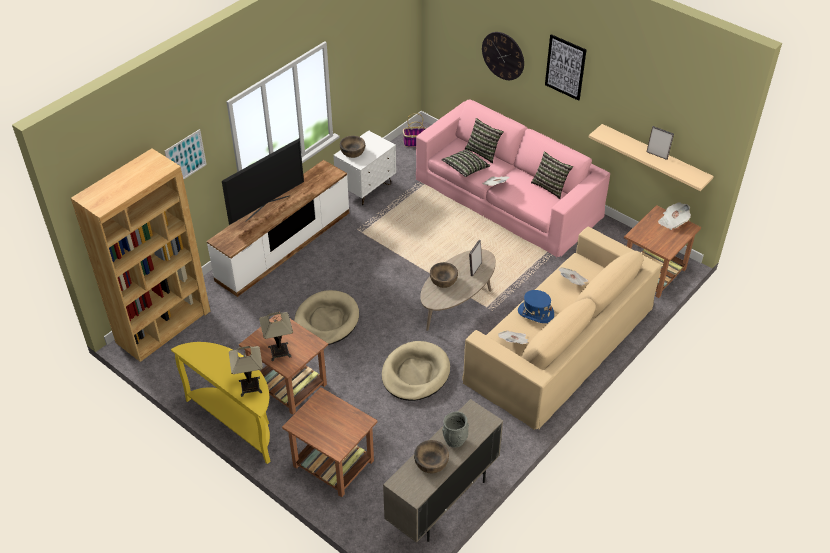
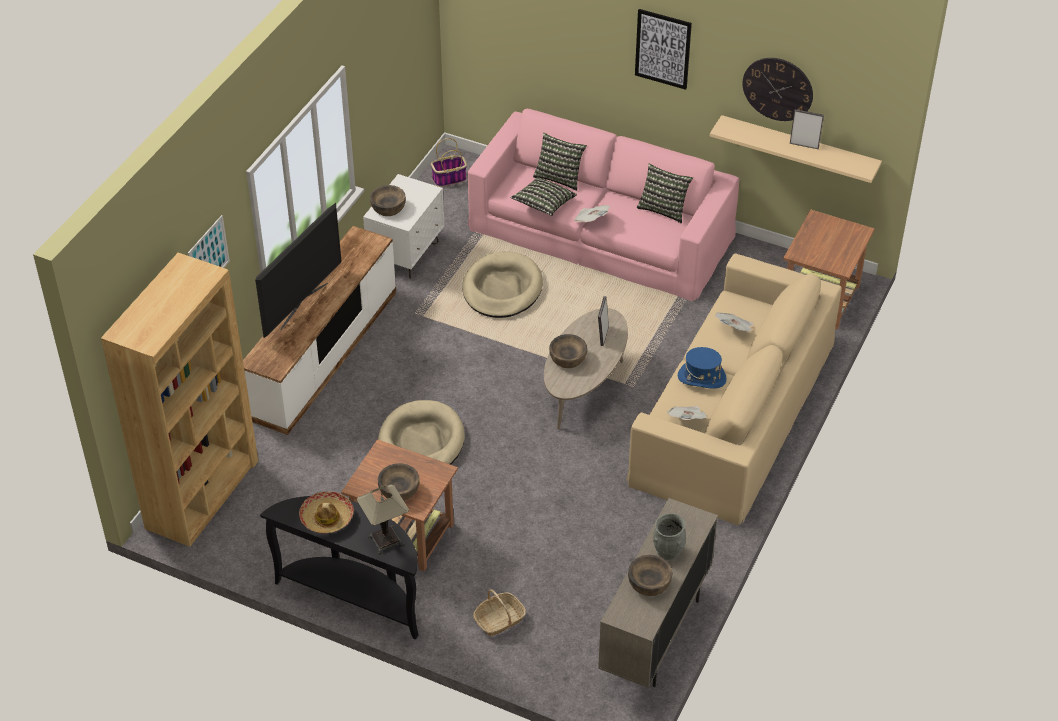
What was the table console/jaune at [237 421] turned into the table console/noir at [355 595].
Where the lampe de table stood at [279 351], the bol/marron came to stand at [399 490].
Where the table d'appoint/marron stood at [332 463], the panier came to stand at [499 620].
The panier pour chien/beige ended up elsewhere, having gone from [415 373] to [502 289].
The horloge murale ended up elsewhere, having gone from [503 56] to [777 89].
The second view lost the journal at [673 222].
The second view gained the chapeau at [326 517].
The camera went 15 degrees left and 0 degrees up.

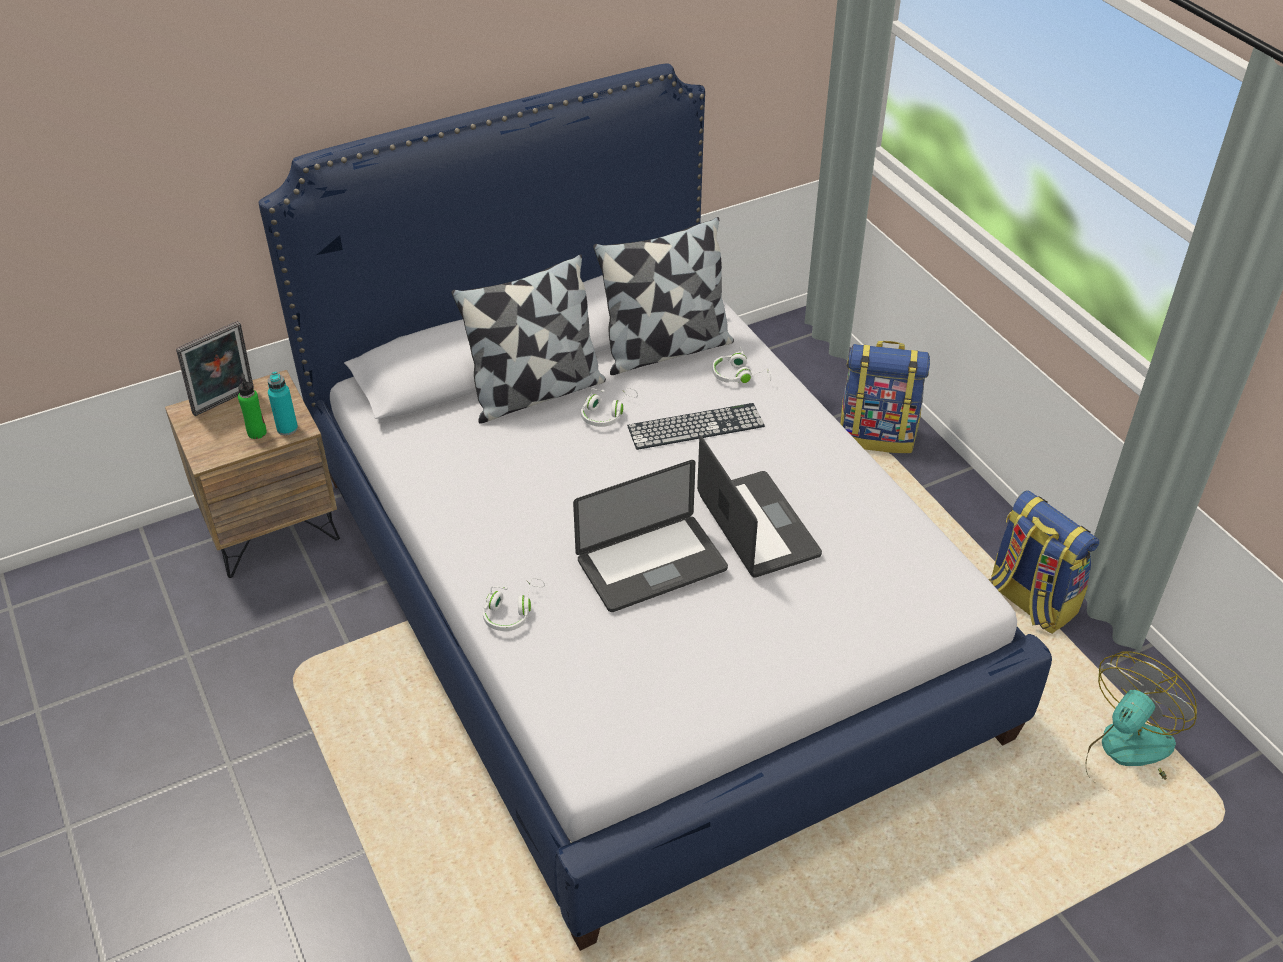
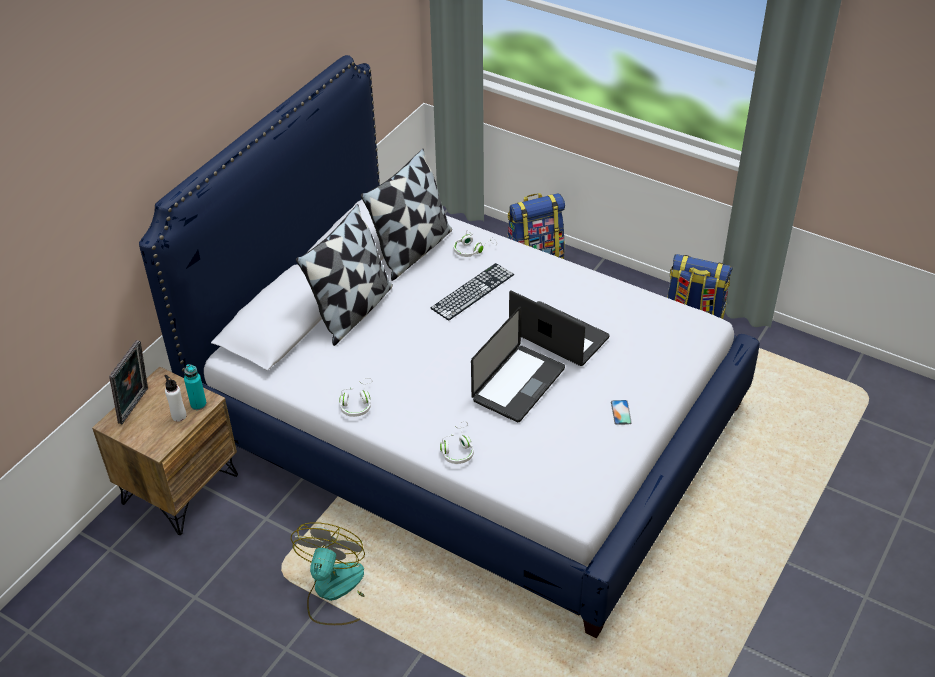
What was the bouteille/vert at [257 432] turned into the bouteille/blanc at [179 416].
The casque audio/blanc ended up elsewhere, having gone from [606 413] to [357 403].
The ventilateur ended up elsewhere, having gone from [1127 756] to [335 592].
The second view gained the téléphone at [621 412].
The camera went 30 degrees left and 0 degrees up.

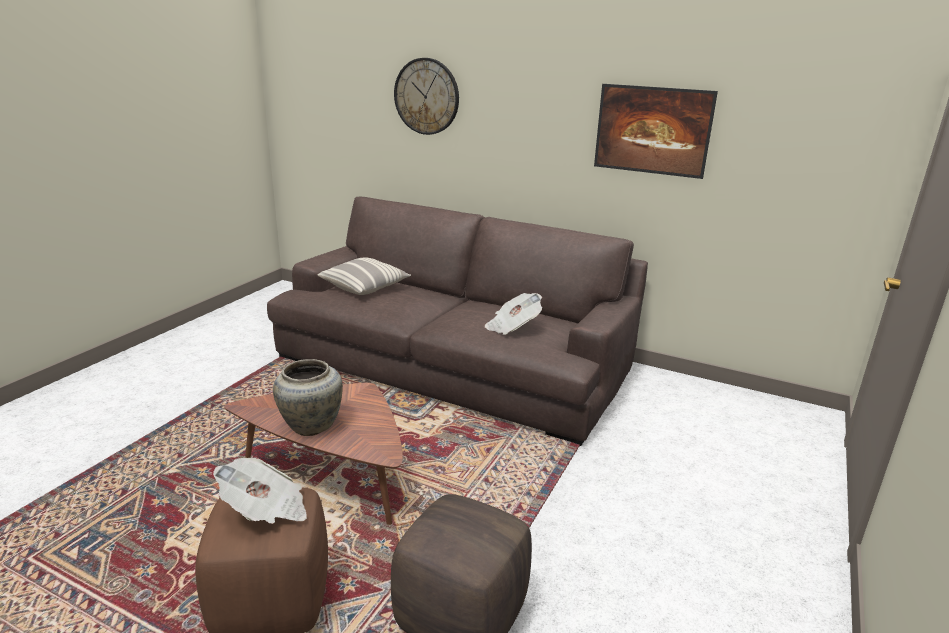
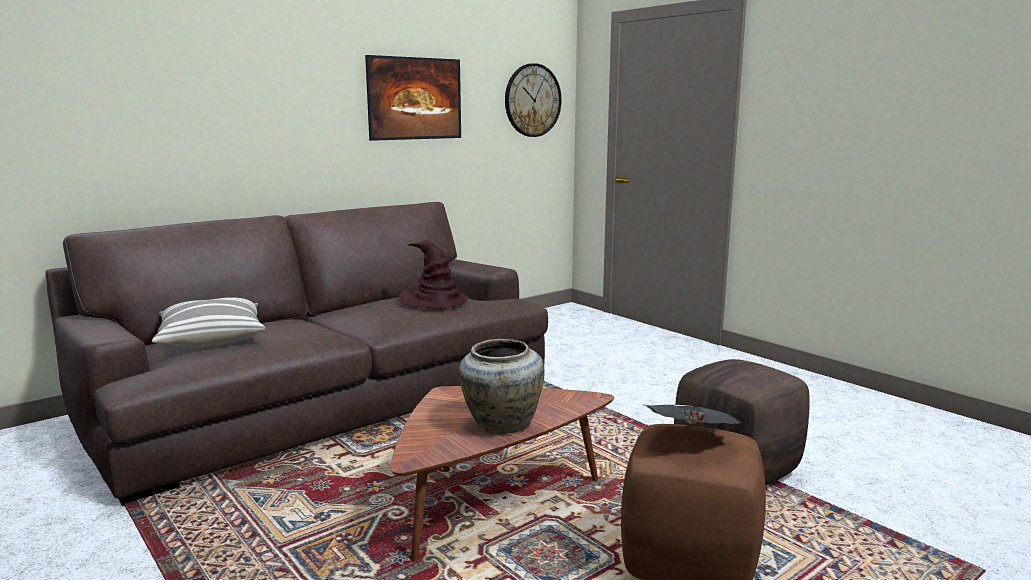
The horloge murale ended up elsewhere, having gone from [426 96] to [532 100].
Where the journal stood at [512 327], the chapeau/marron came to stand at [434 301].
The camera went 65 degrees left and 10 degrees down.

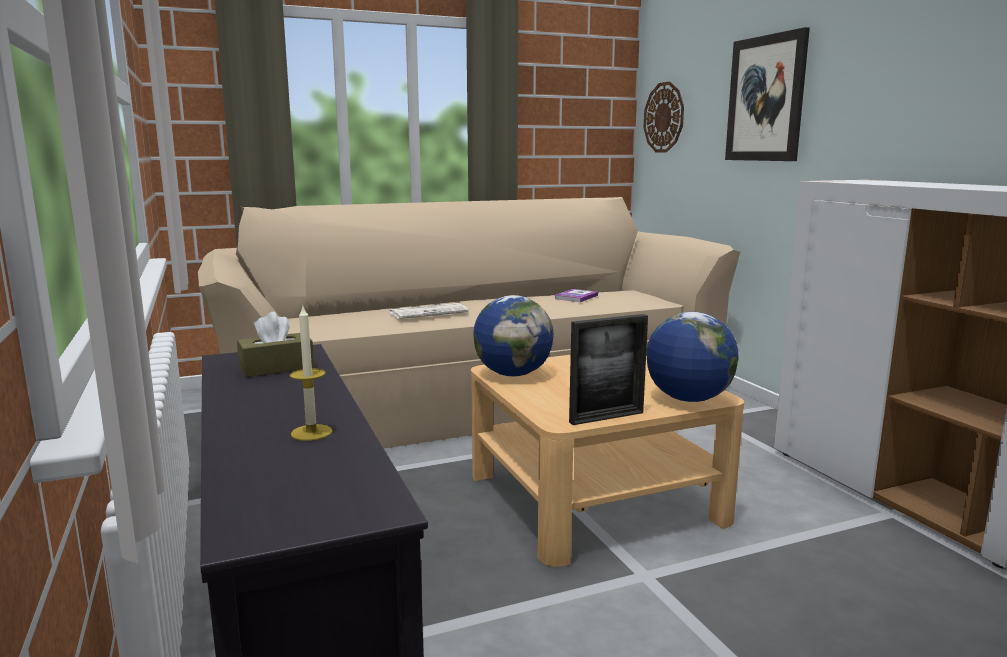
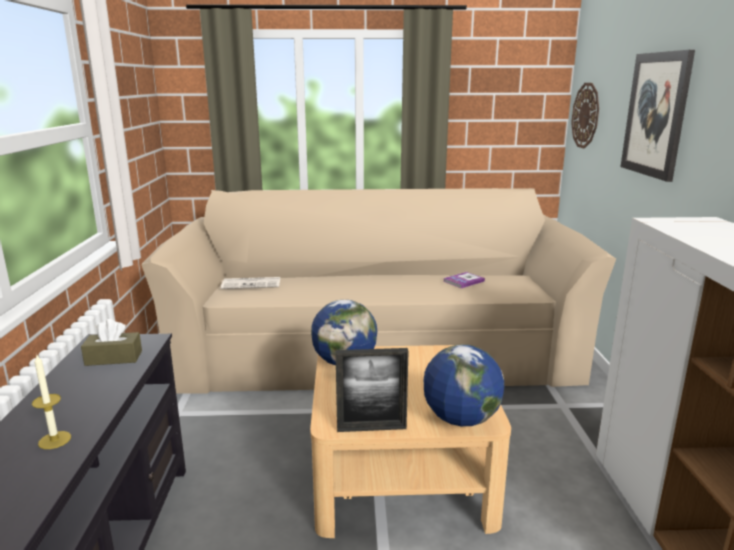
The journal ended up elsewhere, having gone from [429 312] to [252 284].
The camera went 20 degrees right and 5 degrees up.

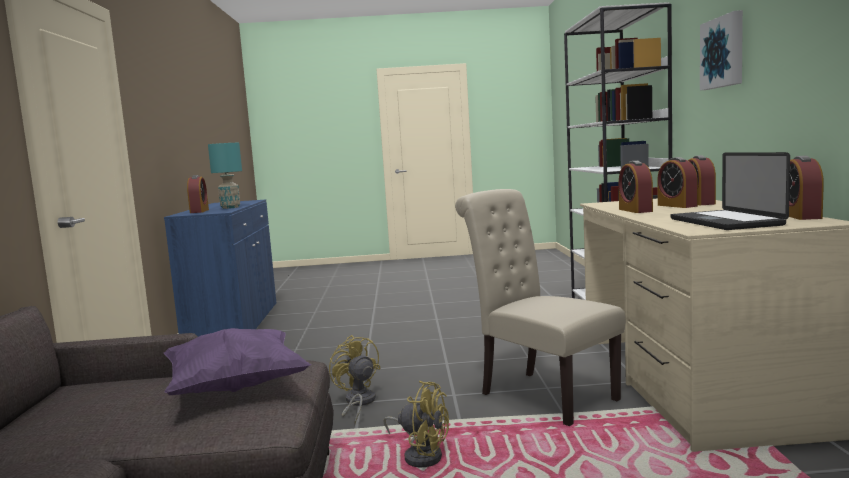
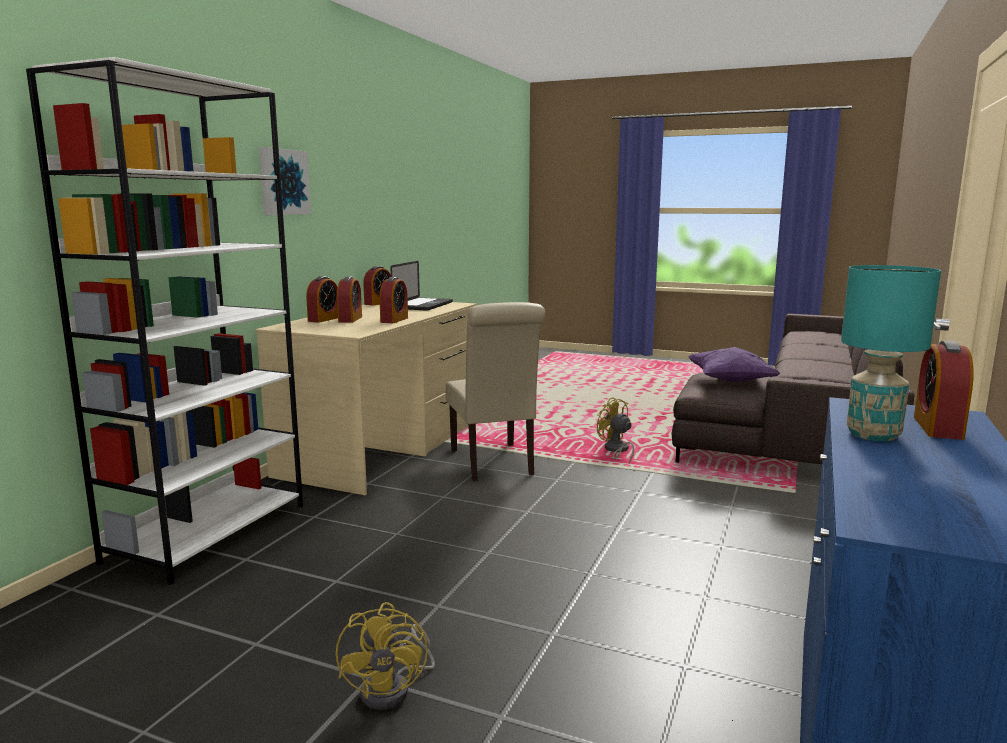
The ventilateur/jaune ended up elsewhere, having gone from [358 403] to [394 689].
The camera went 155 degrees left and 5 degrees up.

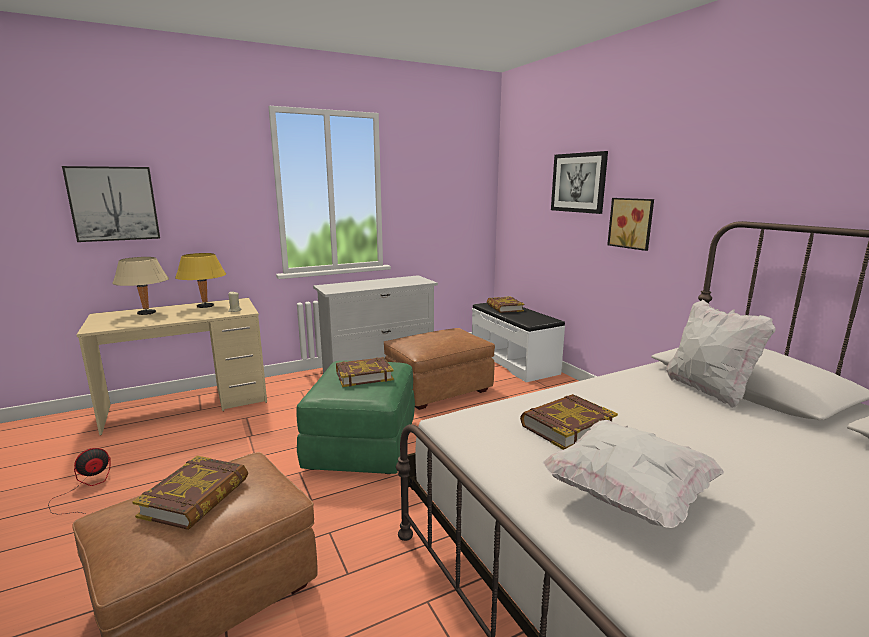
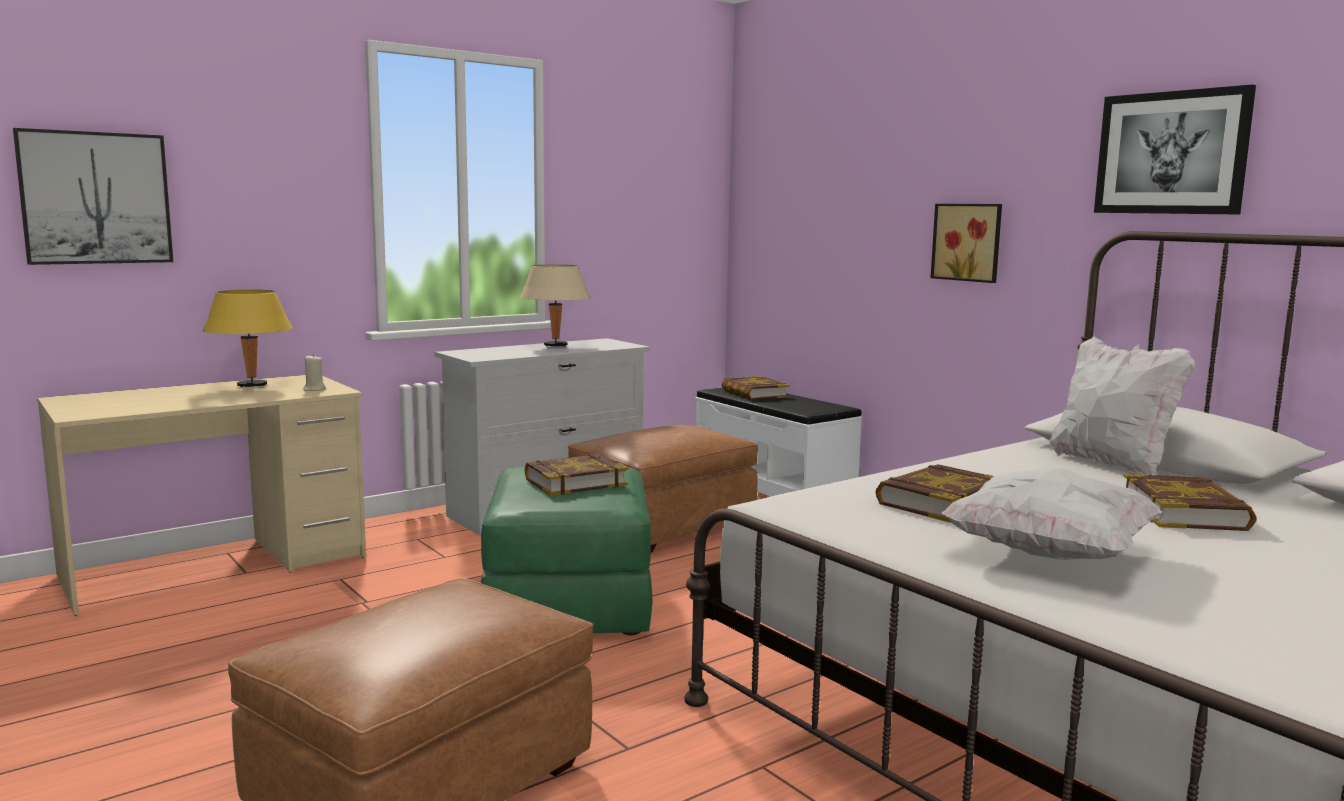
The second view lost the ventilateur at [86 489].
The lampe de table/beige ended up elsewhere, having gone from [146 313] to [555 345].
The livre ended up elsewhere, having gone from [196 497] to [1184 512].
The tableau ended up elsewhere, having gone from [578 182] to [1171 153].
The camera went 10 degrees left and 5 degrees down.

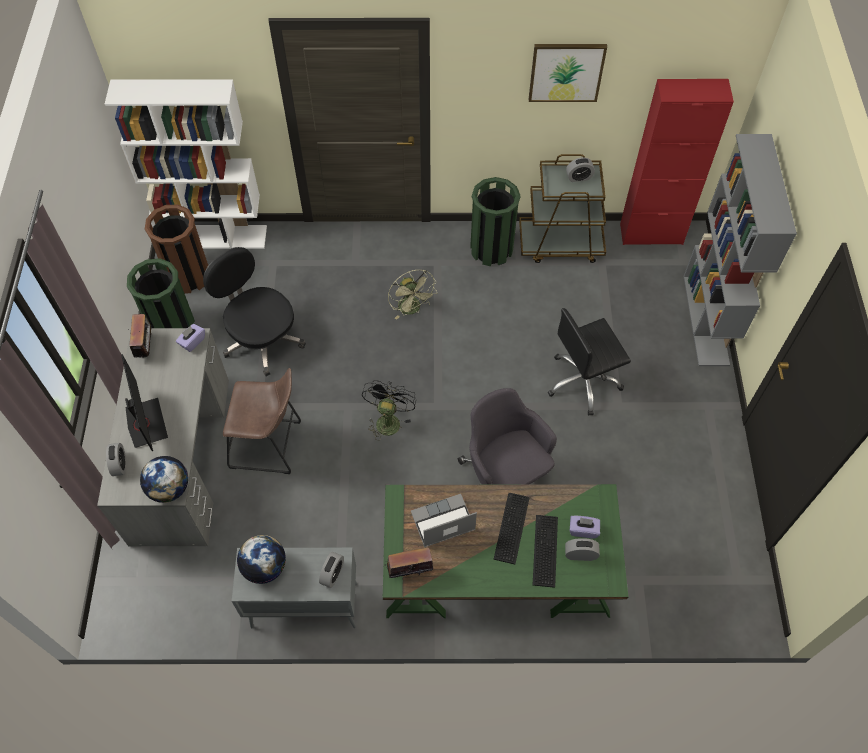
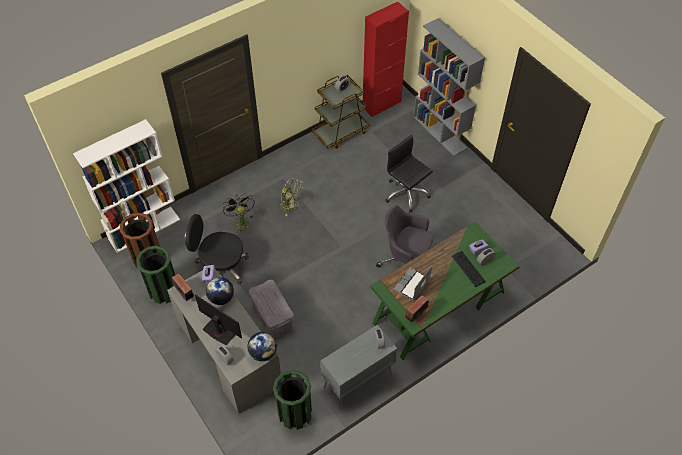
Where the tabouret/marron stood at [270 446], the boîte de rangement/gris came to stand at [273 317].
The globe ended up elsewhere, having gone from [265 567] to [221 298].
The ventilateur/noir ended up elsewhere, having gone from [388 419] to [241 221].
The poubelle/vert ended up elsewhere, having gone from [491 249] to [295 413].
The second view lost the clavier at [510 528].
The second view lost the tableau at [566 72].
The chaise de bureau/noir at [583 382] ended up facing another way, 105 degrees clockwise from before.
The camera went 35 degrees left and 5 degrees down.

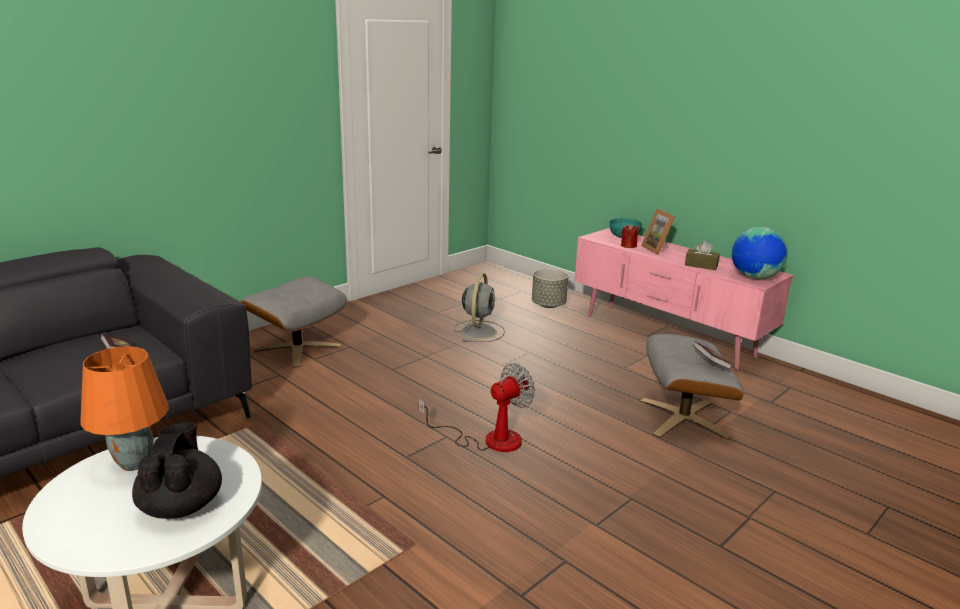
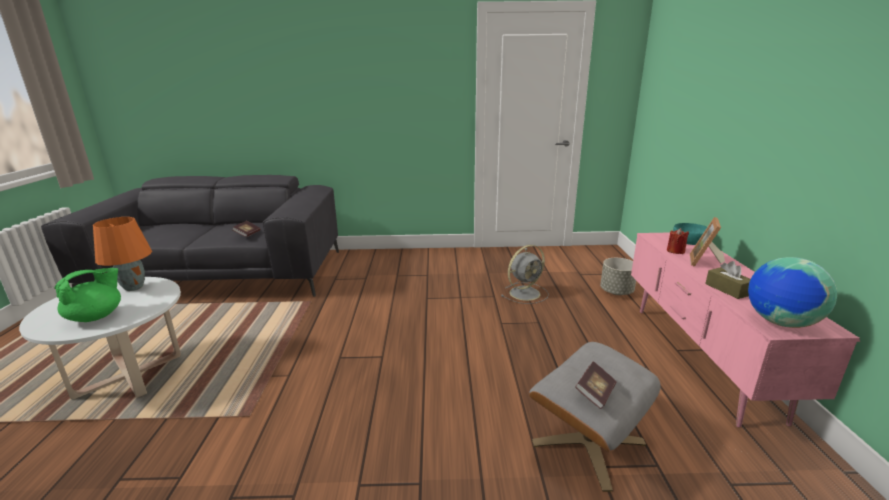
What was the théière/noir at [181 505] turned into the théière/vert at [97 316].
The second view lost the pouf/gris at [297 348].
The second view lost the ventilateur at [489 439].
The camera went 45 degrees right and 0 degrees up.

